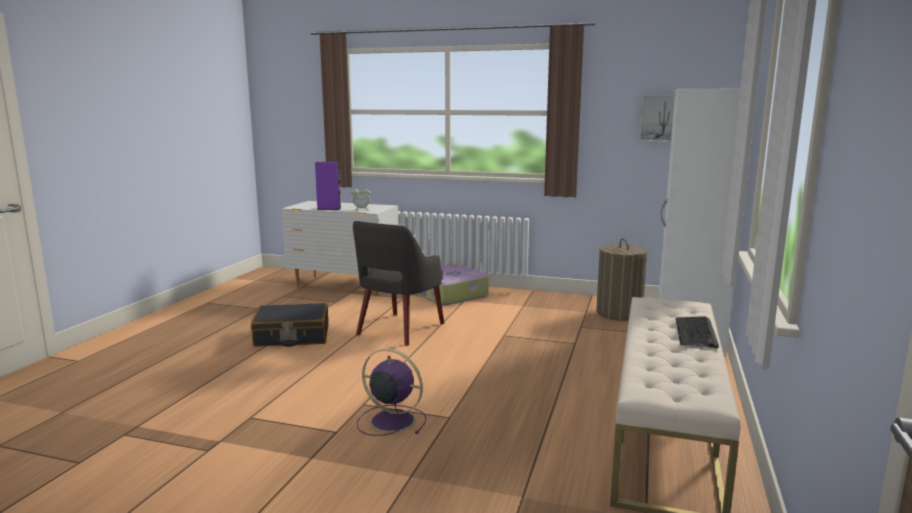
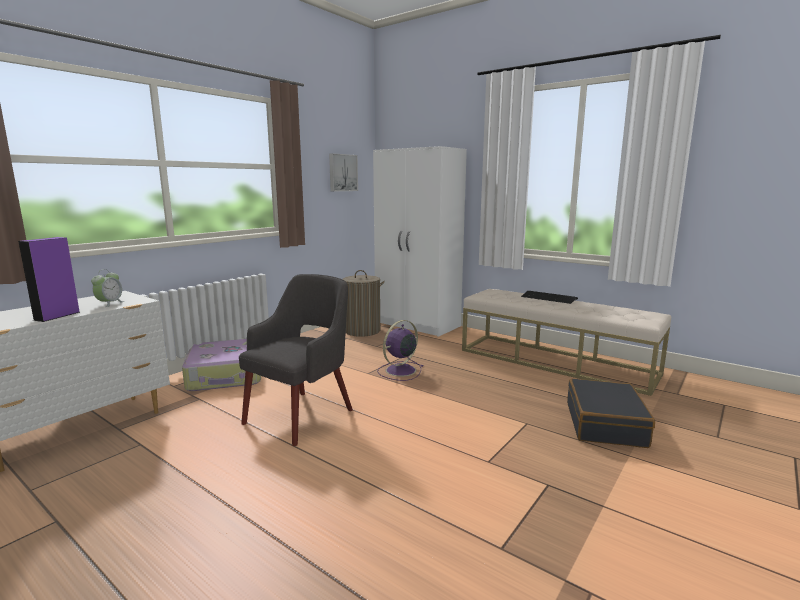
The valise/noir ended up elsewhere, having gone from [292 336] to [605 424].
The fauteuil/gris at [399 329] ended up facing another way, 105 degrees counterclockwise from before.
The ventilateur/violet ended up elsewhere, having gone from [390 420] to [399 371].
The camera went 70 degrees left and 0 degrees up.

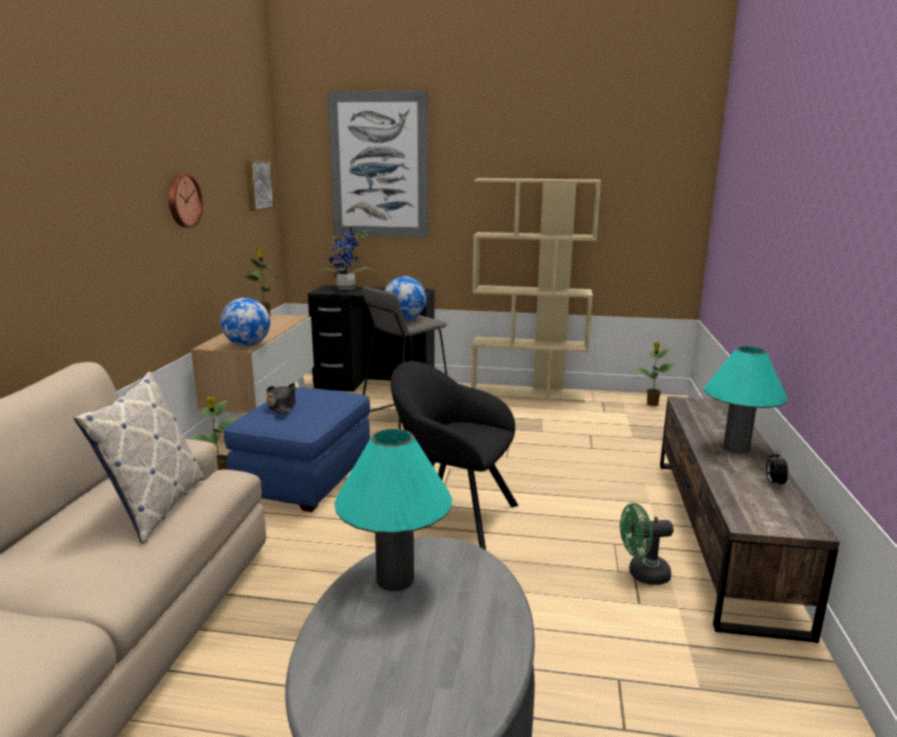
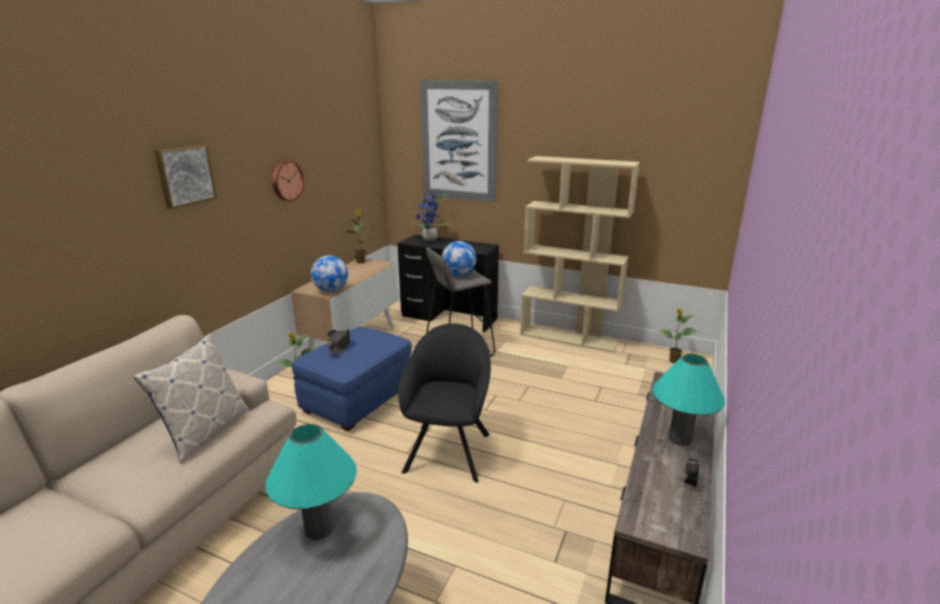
The tableau ended up elsewhere, having gone from [258 185] to [185 175].
The fauteuil/noir at [451 513] ended up facing another way, 60 degrees clockwise from before.
The second view lost the ventilateur/vert at [642 574].
The camera went 15 degrees right and 5 degrees up.

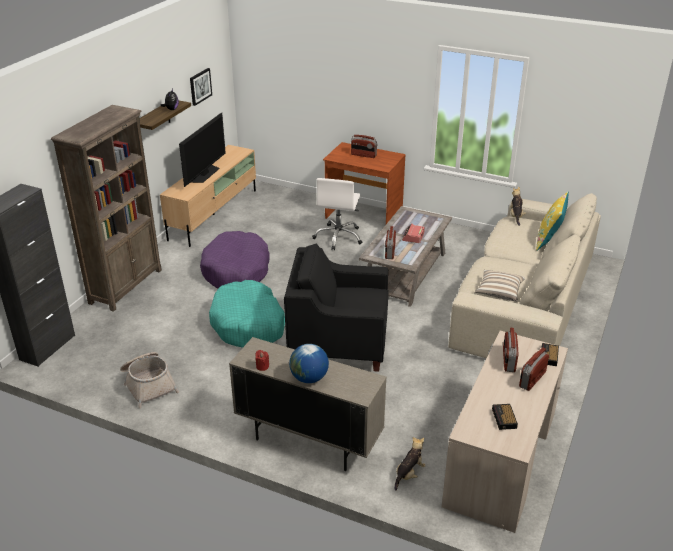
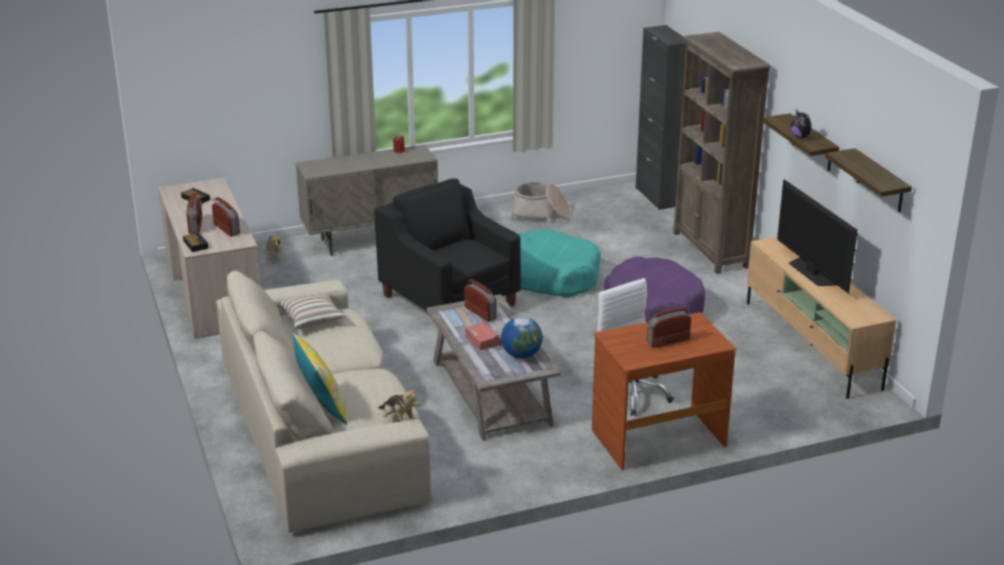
Where the tableau hung at [200 86], the étagère came to hang at [880 181].
The fauteuil/noir at [338 343] ended up facing another way, 90 degrees counterclockwise from before.
The globe ended up elsewhere, having gone from [309 378] to [521 355].
The camera went 135 degrees right and 5 degrees down.

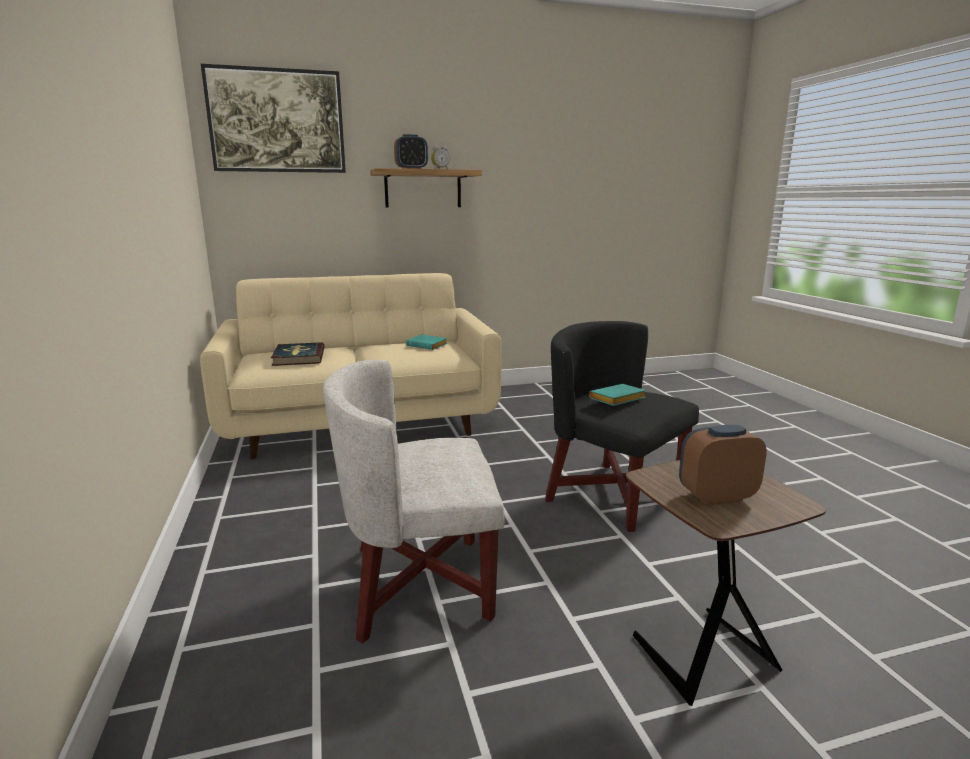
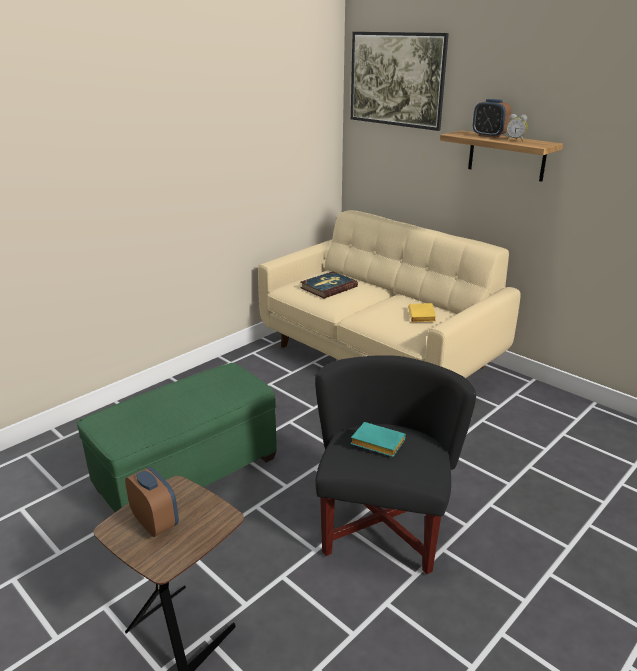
Where the fauteuil/blanc stood at [419 584], the pouf/vert came to stand at [187 472].
What was the livre/turquoise at [428 346] turned into the livre/jaune at [423 316].
The camera went 60 degrees right and 10 degrees up.

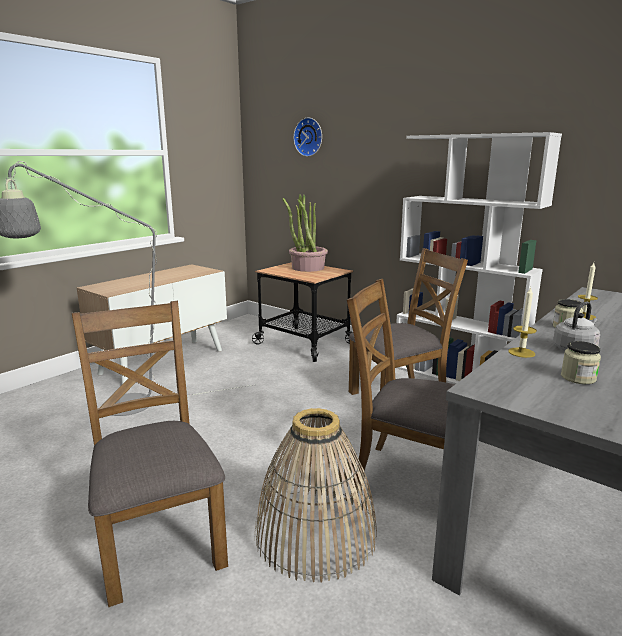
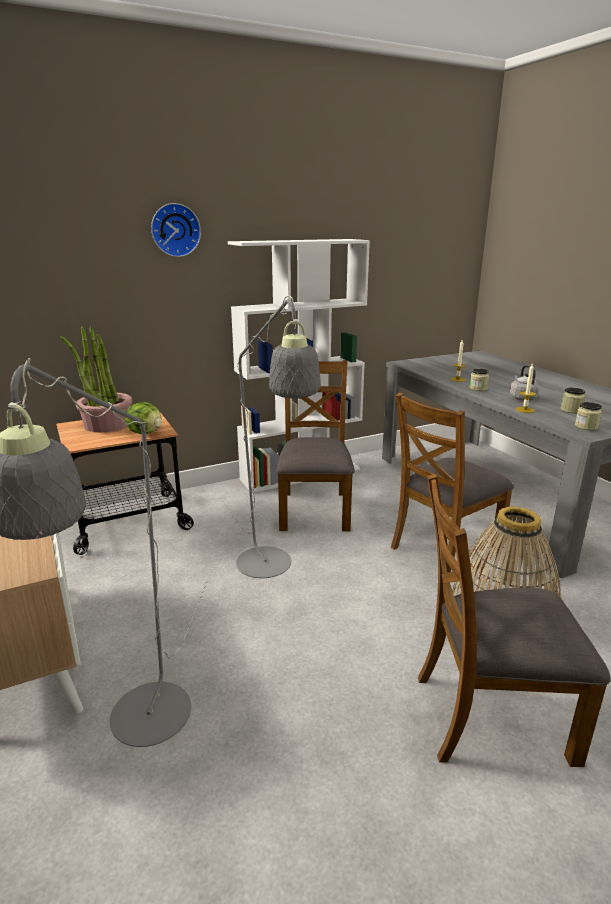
The horloge murale ended up elsewhere, having gone from [309 137] to [175 230].
The second view gained the laitue at [146 432].
The second view gained the lampadaire/gris at [270 569].
The second view gained the bocal at [586 426].
The camera went 65 degrees left and 5 degrees up.

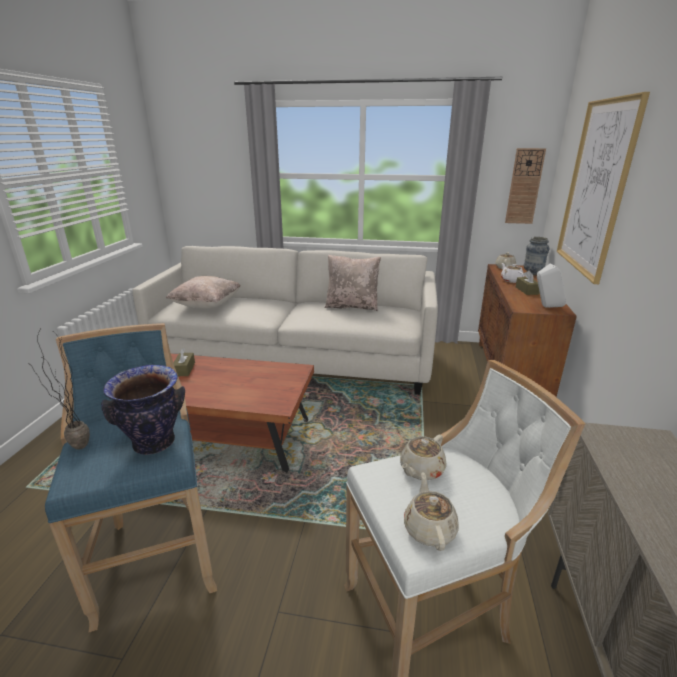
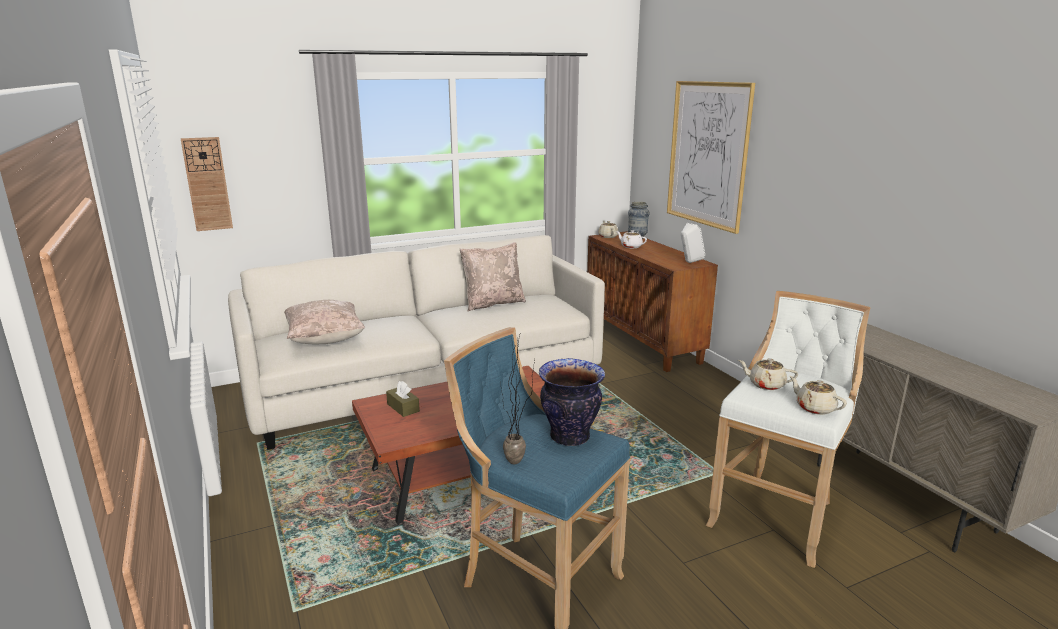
The théière/beige at [421 470] ended up facing another way, 105 degrees clockwise from before.
The horloge murale ended up elsewhere, having gone from [524 186] to [207 184].
The second view lost the boîte à mouchoirs/marron at [526 290].
The camera went 35 degrees left and 5 degrees down.

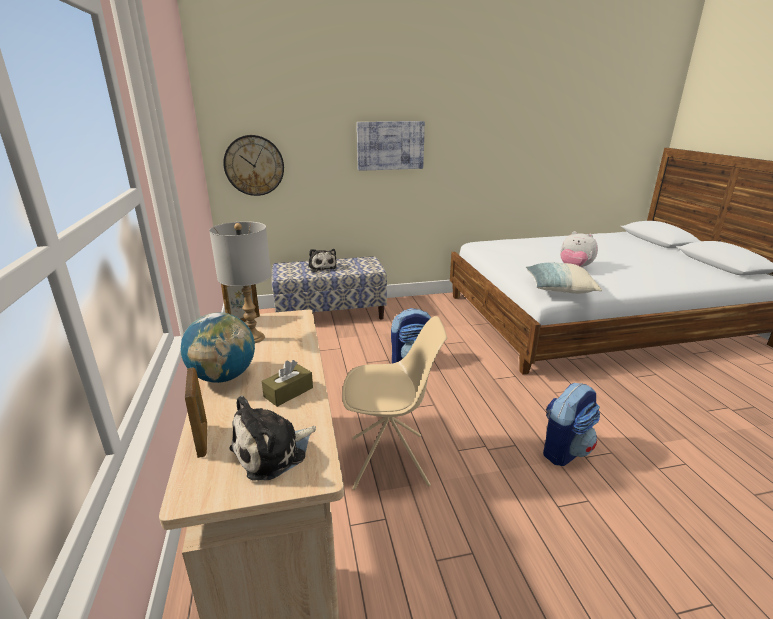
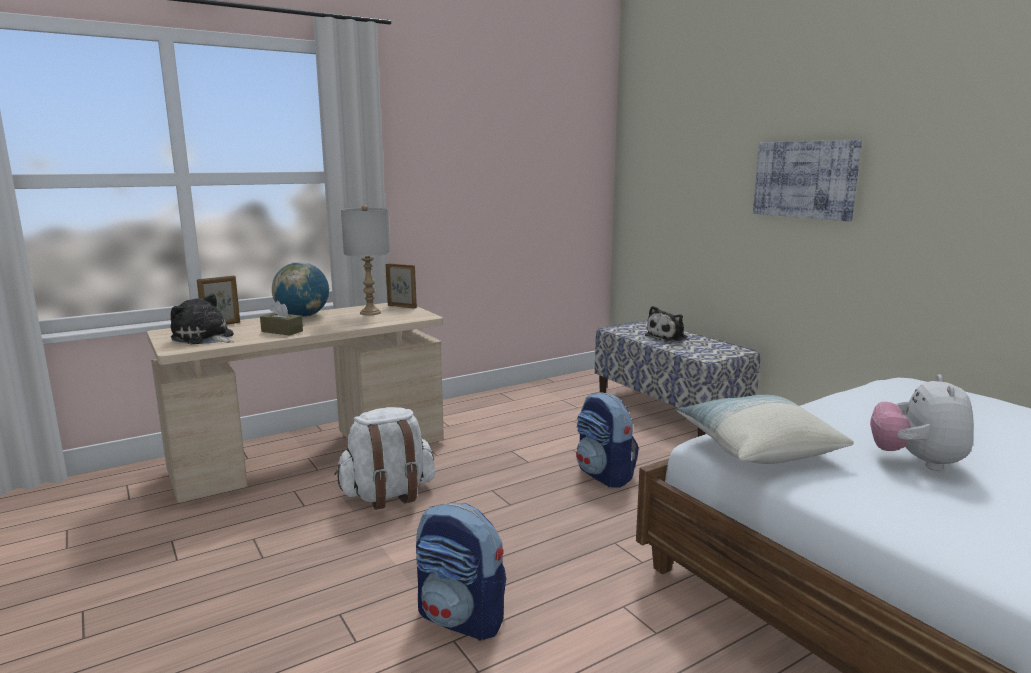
The second view lost the horloge murale at [254 165].
Where the chaise/beige stood at [391 461], the sac à dos/blanc came to stand at [388 495].
The camera went 70 degrees right and 10 degrees down.

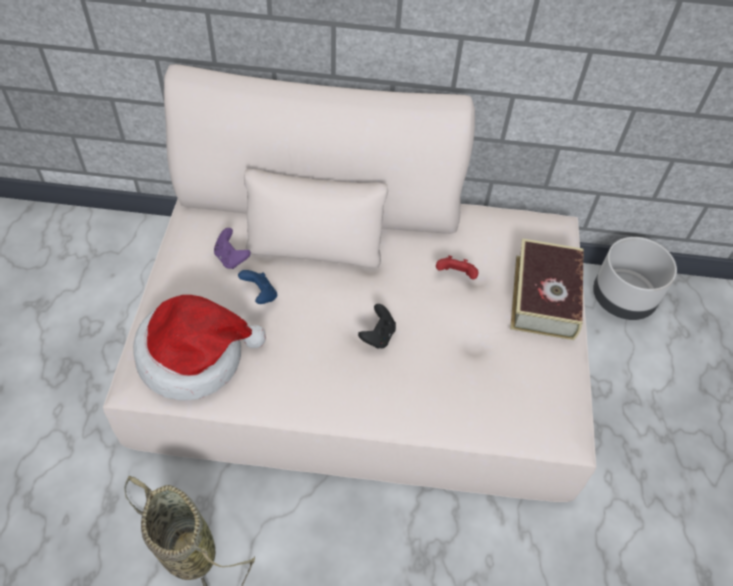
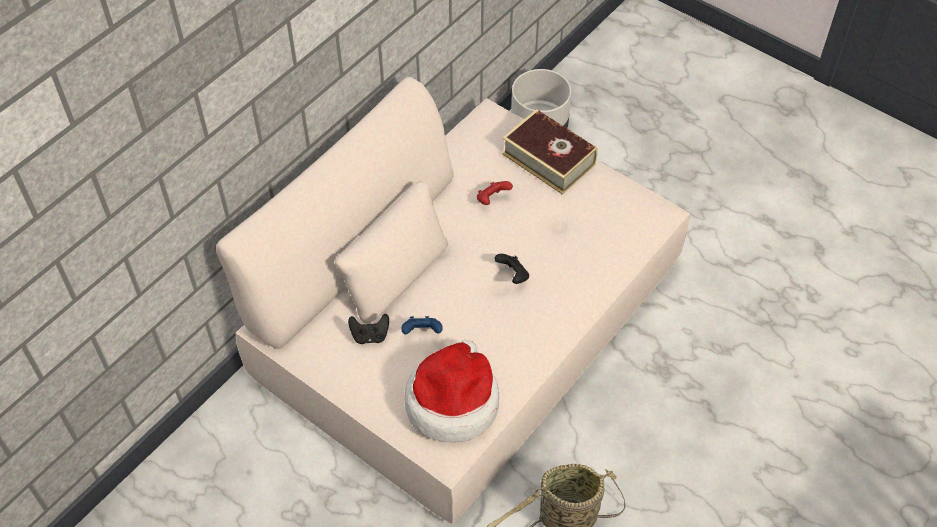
What was the manette/violet at [231 258] turned into the manette/noir at [370 336].
The camera went 55 degrees left and 0 degrees up.

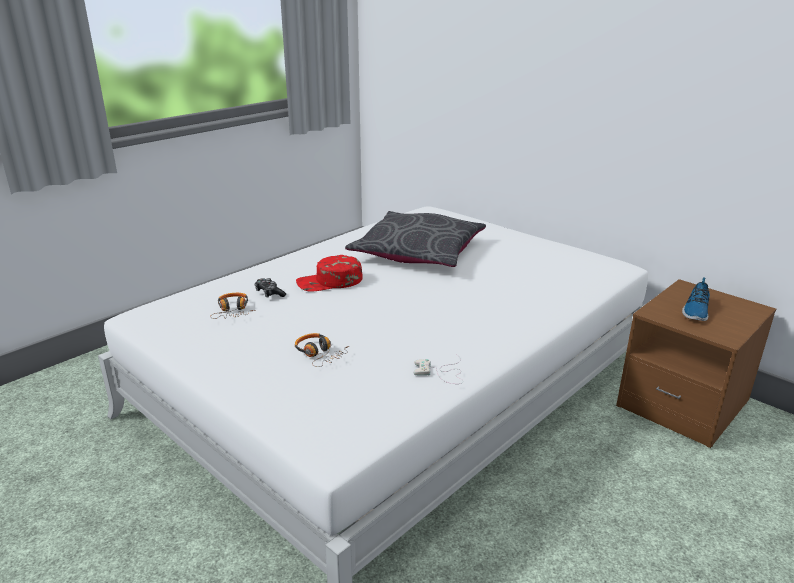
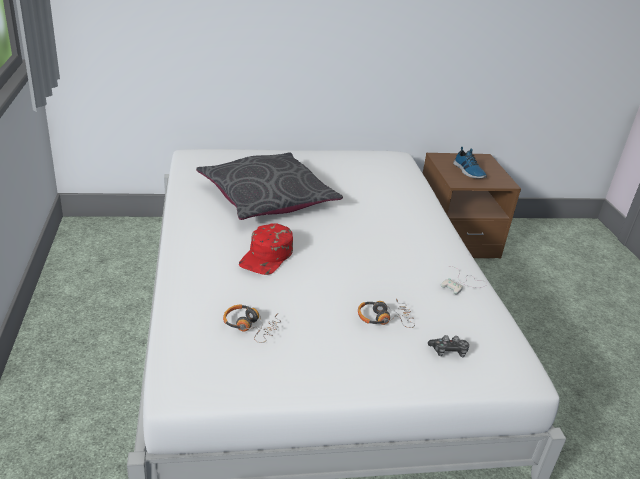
The manette ended up elsewhere, having gone from [269 293] to [448 351].
The camera went 55 degrees left and 5 degrees up.

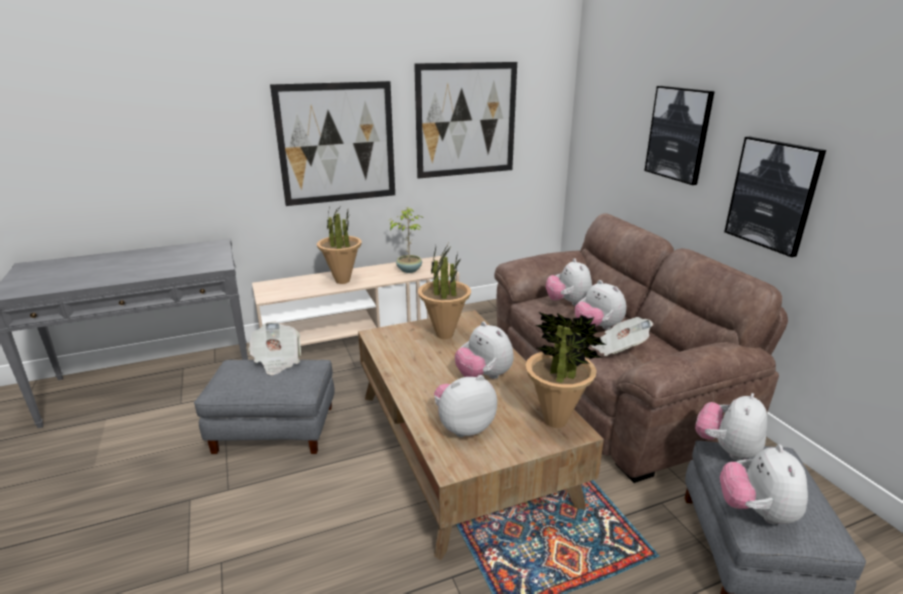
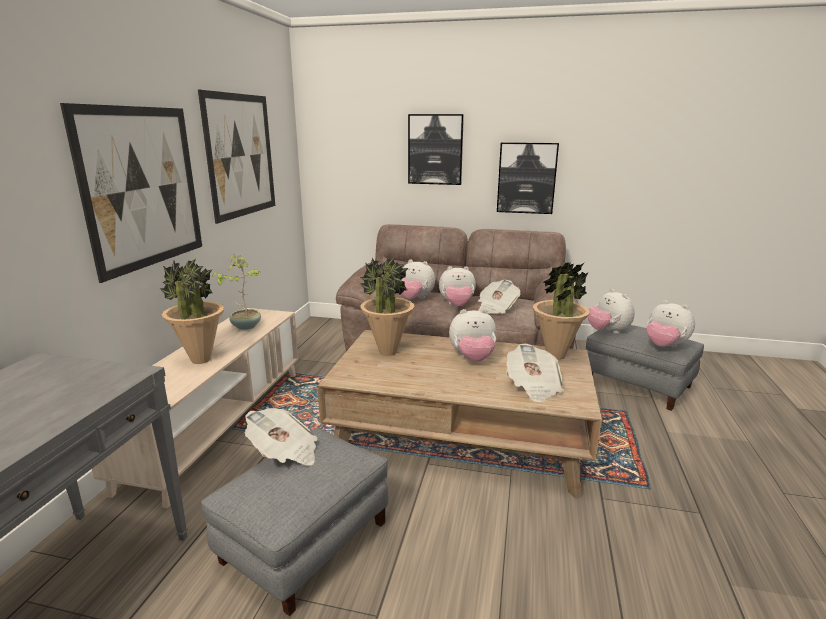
Where the peluche stood at [463 427], the journal came to stand at [533 387].
The camera went 55 degrees left and 5 degrees down.

